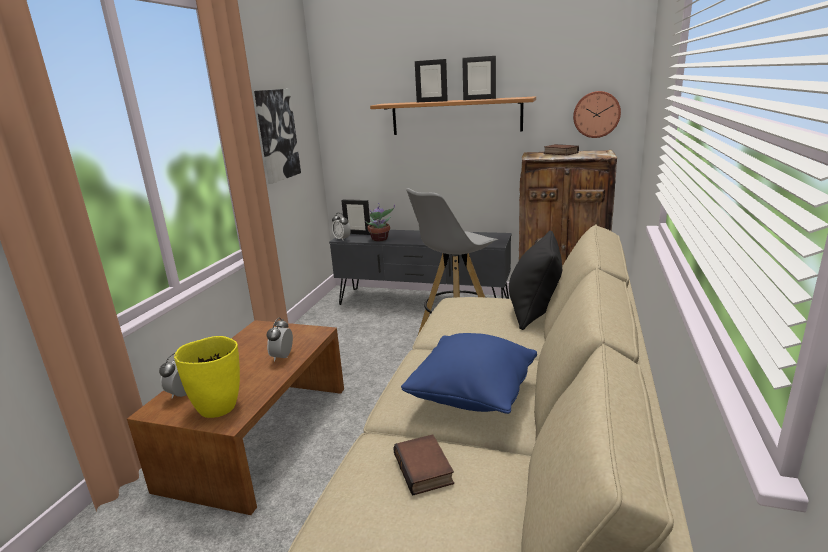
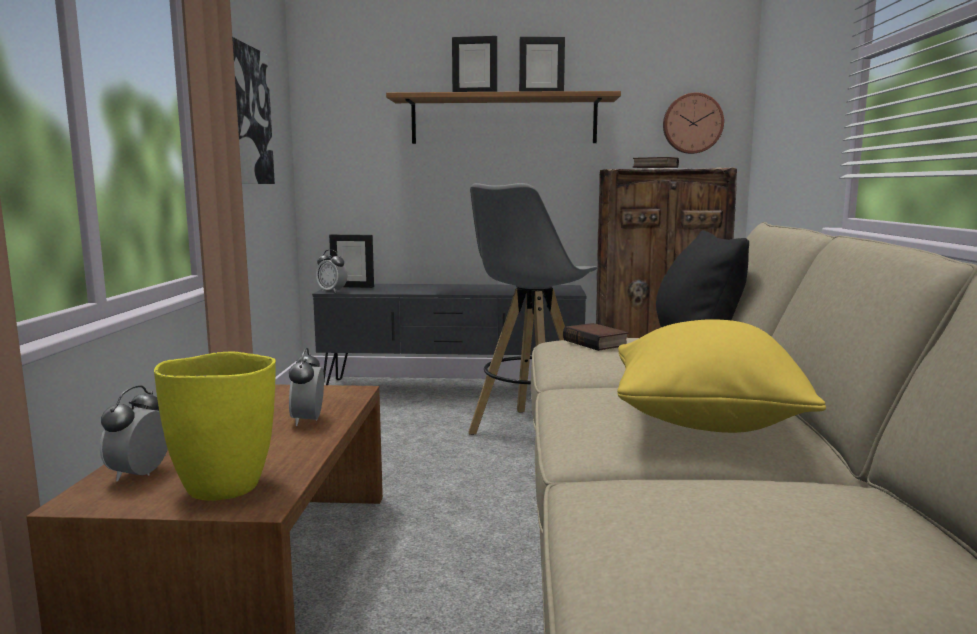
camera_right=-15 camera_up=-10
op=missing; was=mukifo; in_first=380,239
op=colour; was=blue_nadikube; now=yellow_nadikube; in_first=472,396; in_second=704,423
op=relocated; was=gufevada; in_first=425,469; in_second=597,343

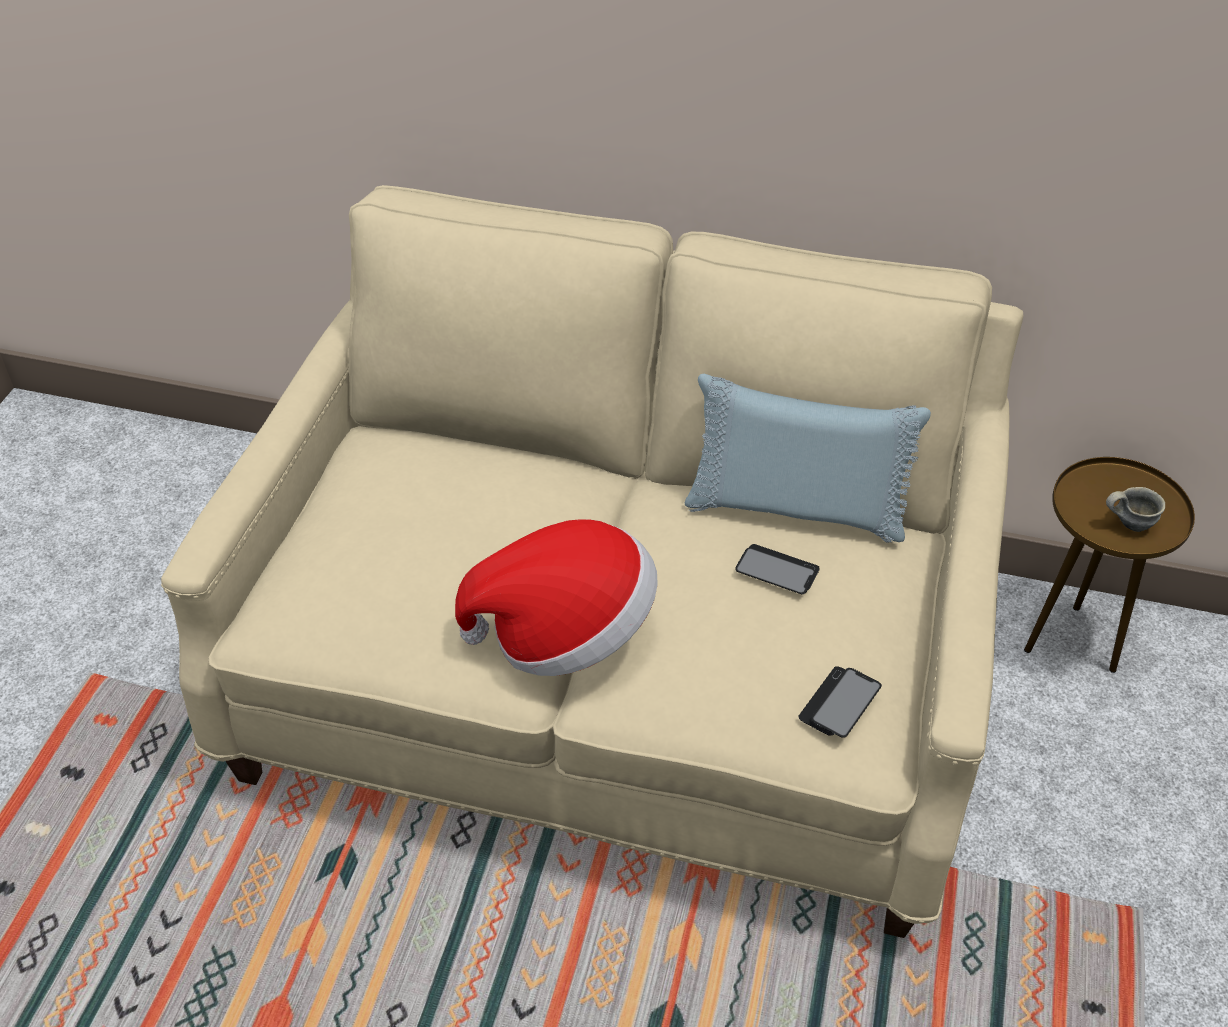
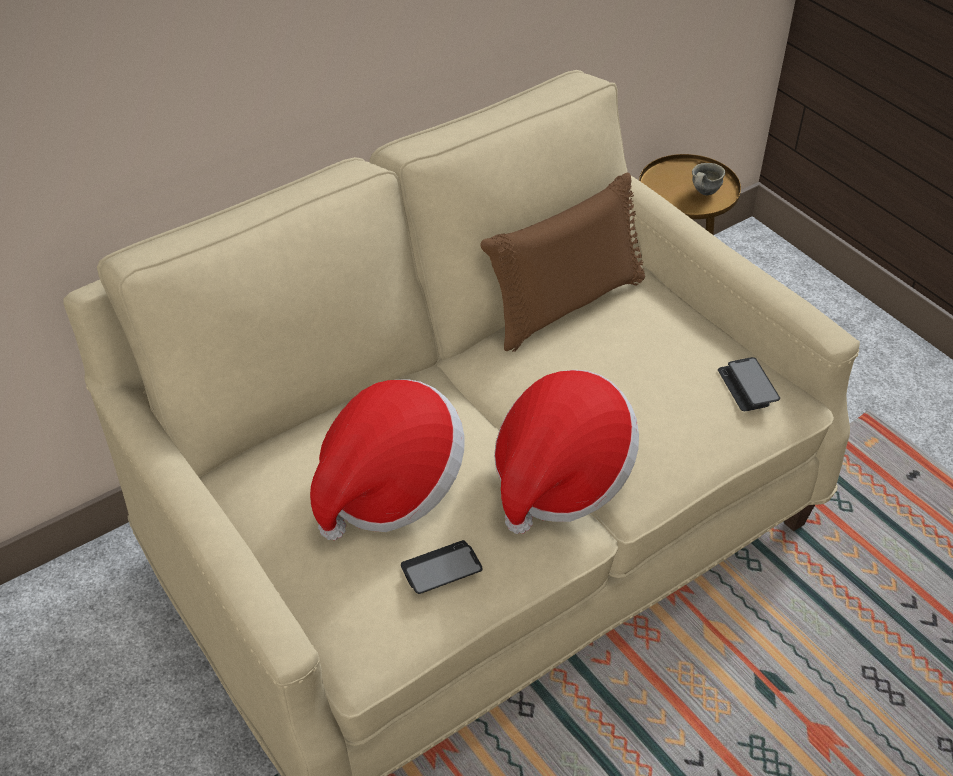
camera_right=-50 camera_up=0
op=colour; was=blue_nadikube; now=brown_nadikube; in_first=796,509; in_second=565,304
op=relocated; was=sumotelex; in_first=777,571; in_second=441,568
op=appeared; now=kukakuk; in_second=388,486

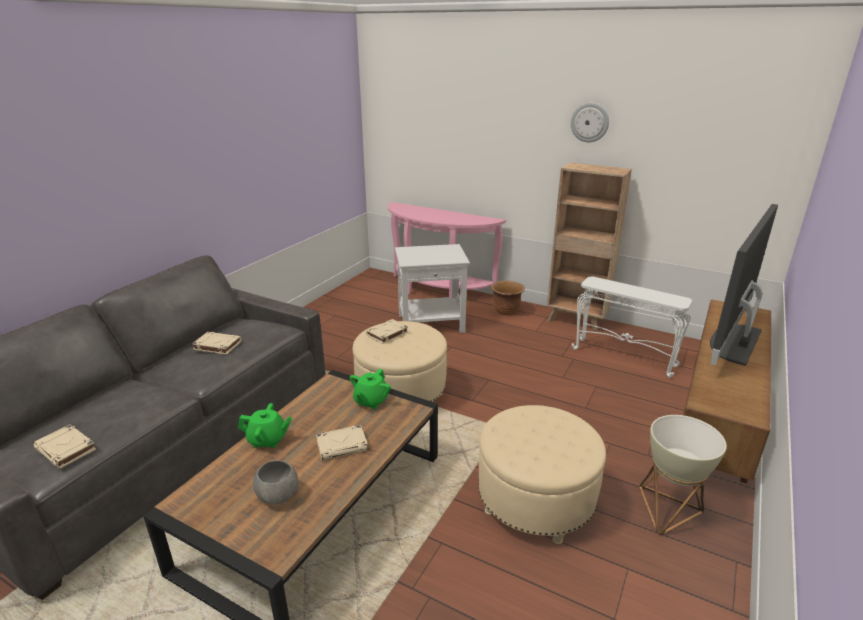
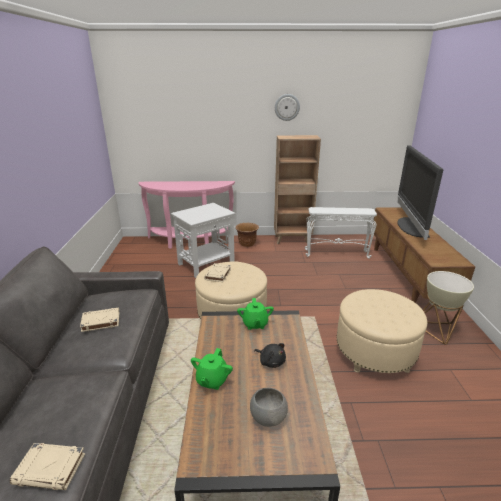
camera_right=-30 camera_up=0
op=spun; was=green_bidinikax; in_first=267,440; in_second=212,380; clockwise=135
op=exchanged; was=beige_gufevada; now=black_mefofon; in_first=342,445; in_second=271,361

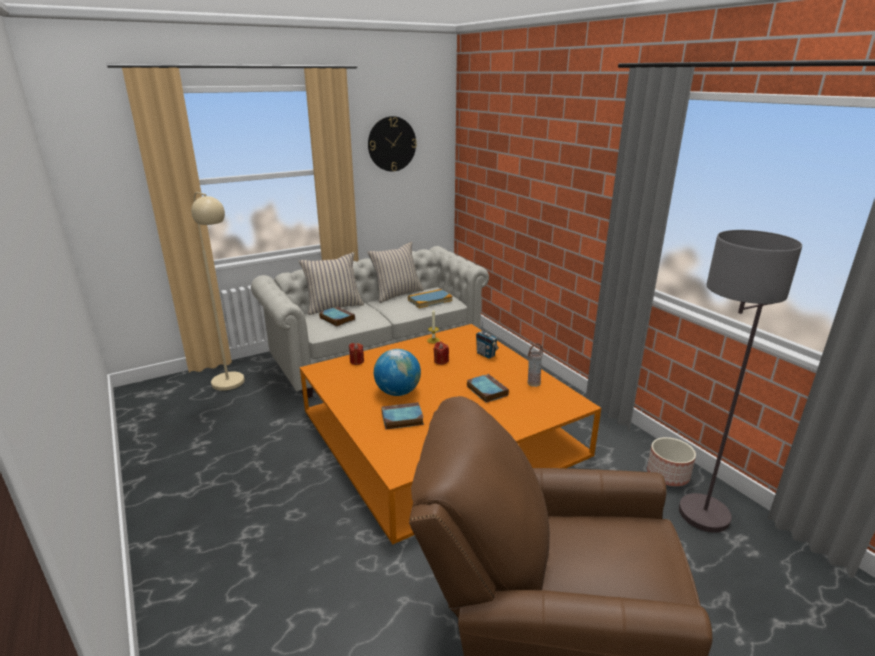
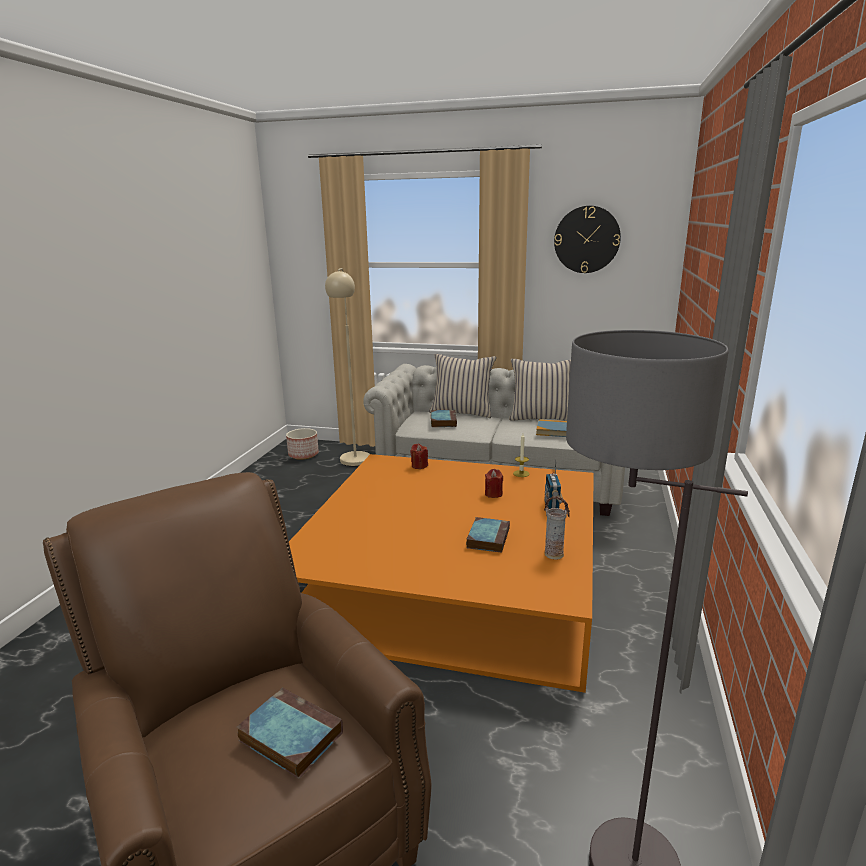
camera_right=45 camera_up=-5
op=missing; was=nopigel; in_first=398,392
op=relocated; was=gufevada; in_first=401,419; in_second=288,736
op=relocated; was=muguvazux; in_first=668,475; in_second=303,455

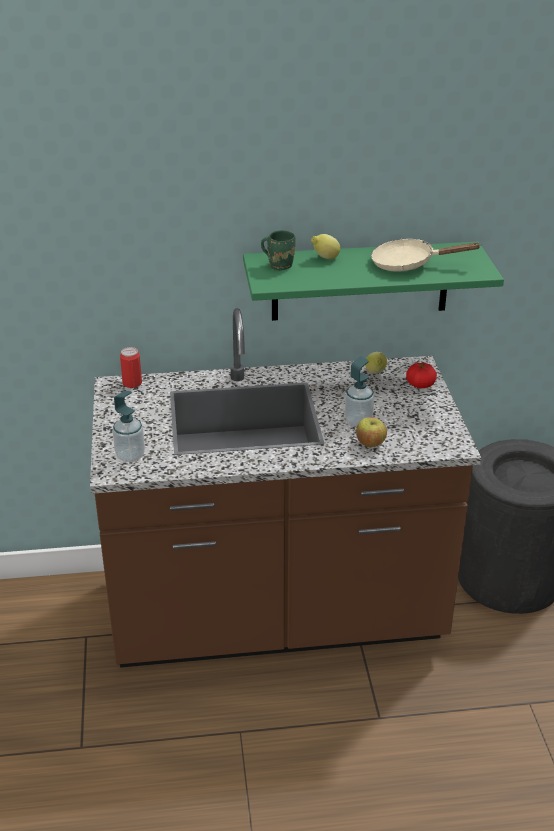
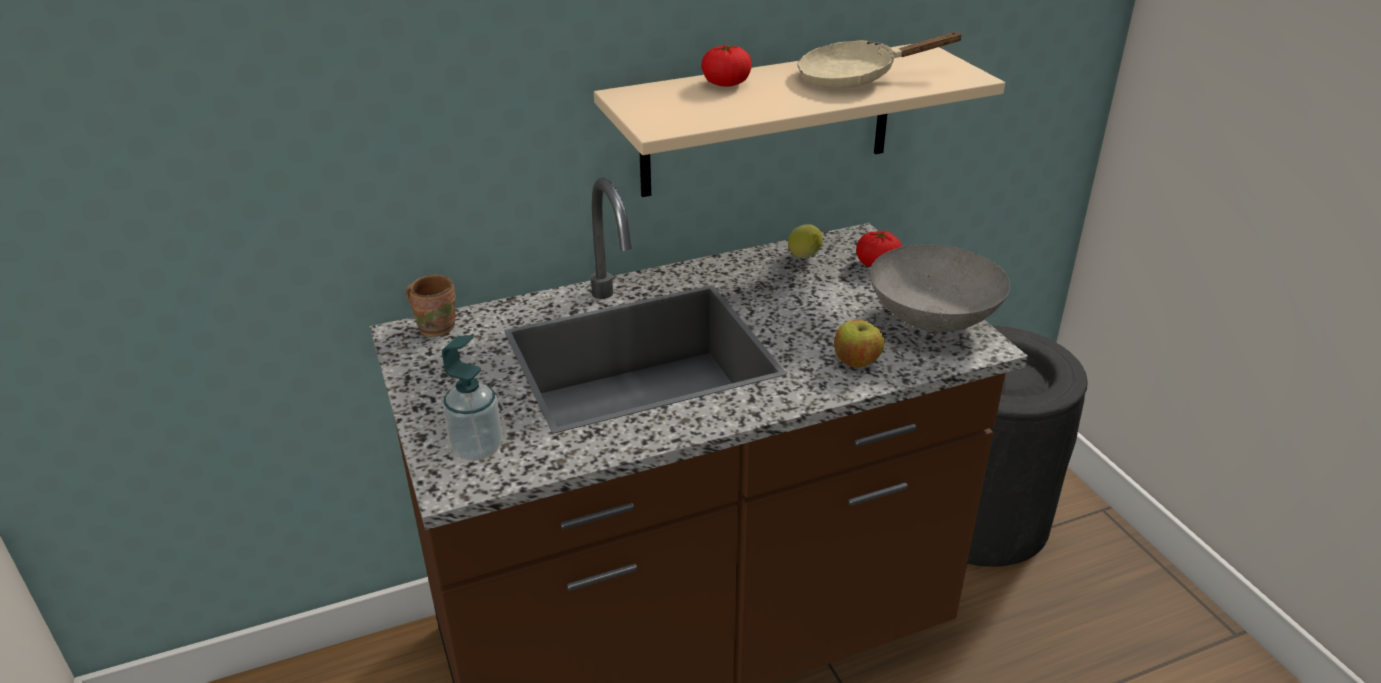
camera_right=-15 camera_up=0
op=missing; was=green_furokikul; in_first=279,265
op=exchanged; was=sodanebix; now=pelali; in_first=325,258; in_second=726,84
op=colour; was=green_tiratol; now=beige_tiratol; in_first=360,281; in_second=768,120
op=exchanged; was=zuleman; now=brown_furokikul; in_first=132,383; in_second=436,326
op=missing; was=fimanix; in_first=358,421
op=appeared; now=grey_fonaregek; in_second=930,321

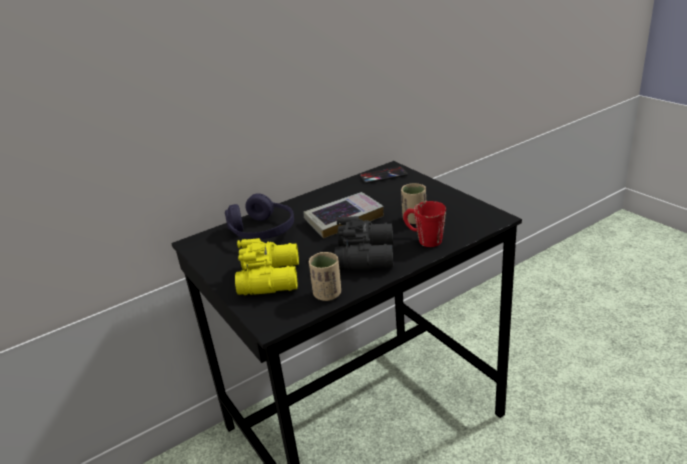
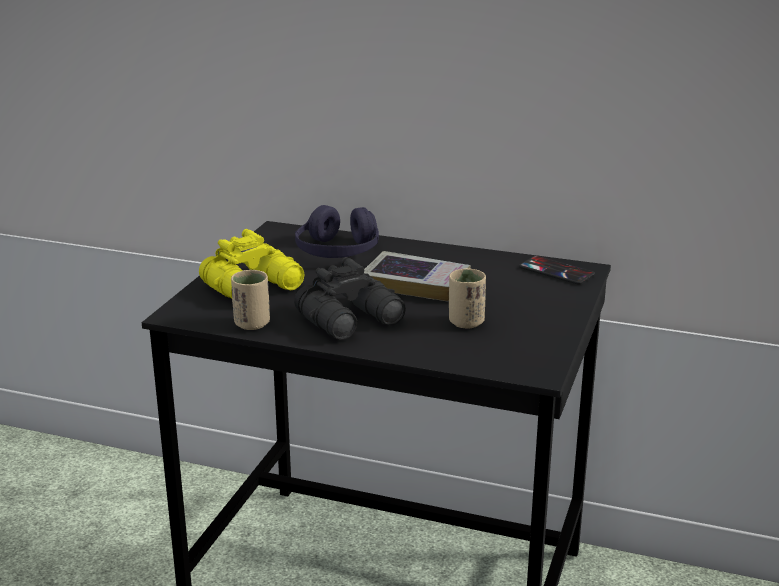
camera_right=50 camera_up=-5
op=missing; was=red_furokikul; in_first=423,239

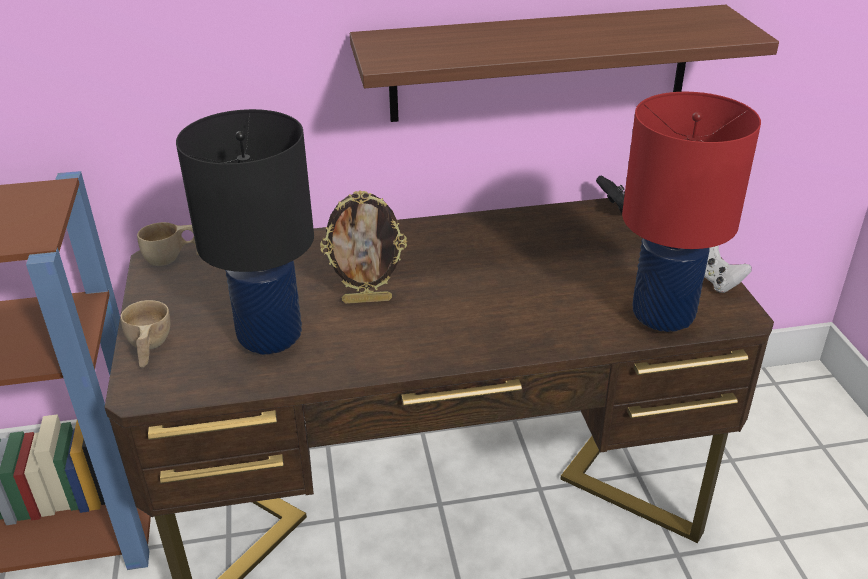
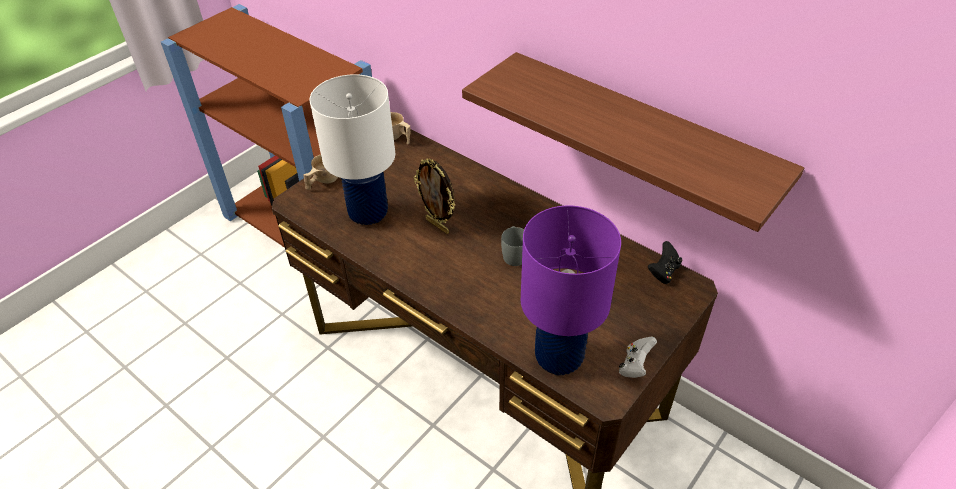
camera_right=50 camera_up=10
op=colour; was=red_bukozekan; now=purple_bukozekan; in_first=661,319; in_second=558,359
op=colour; was=black_bukozekan; now=white_bukozekan; in_first=269,340; in_second=368,215
op=appeared; now=grey_furokikul; in_second=514,254

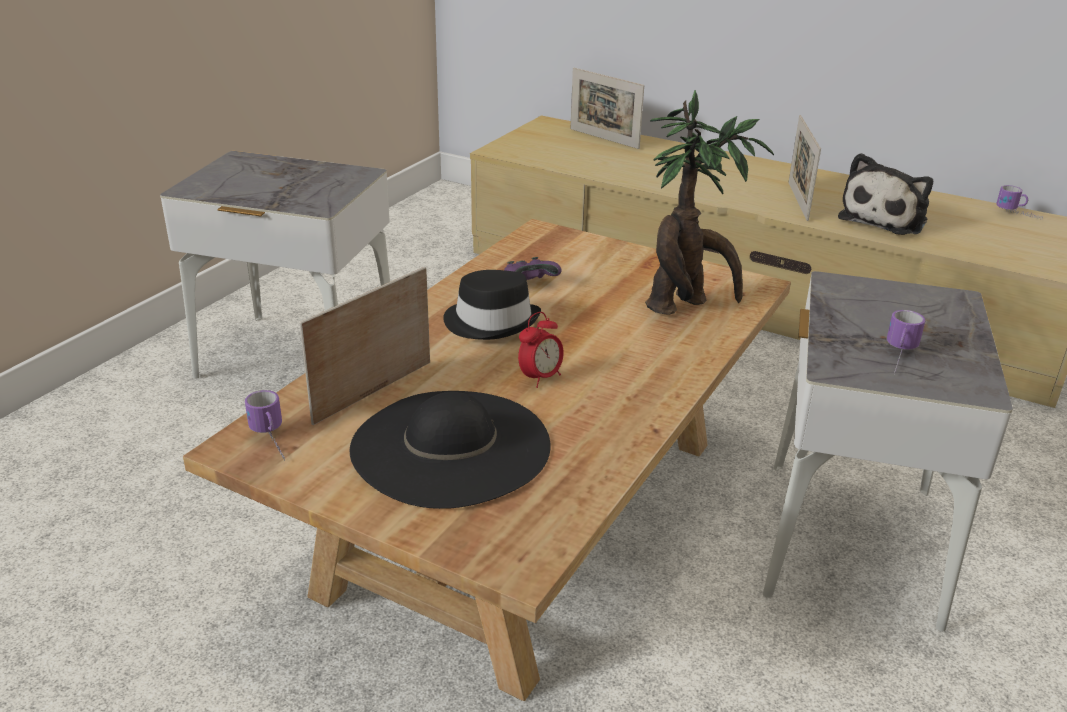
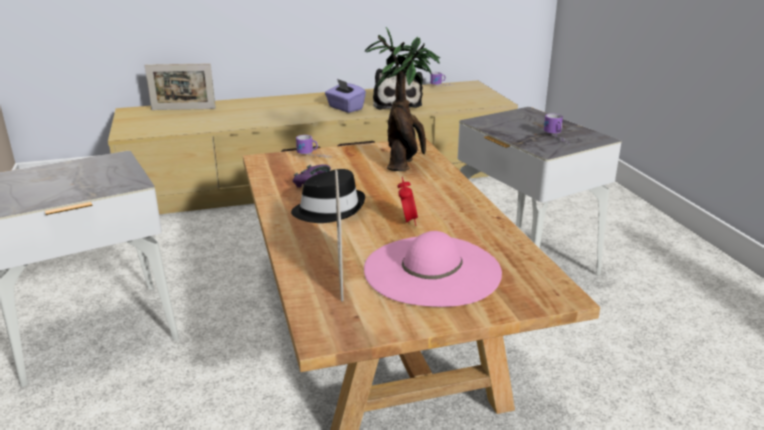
camera_right=-45 camera_up=-5
op=exchanged; was=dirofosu; now=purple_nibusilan; in_first=798,201; in_second=345,108
op=relocated; was=furokikul; in_first=272,443; in_second=314,157
op=colour; was=black_kukakuk; now=pink_kukakuk; in_first=450,446; in_second=432,270

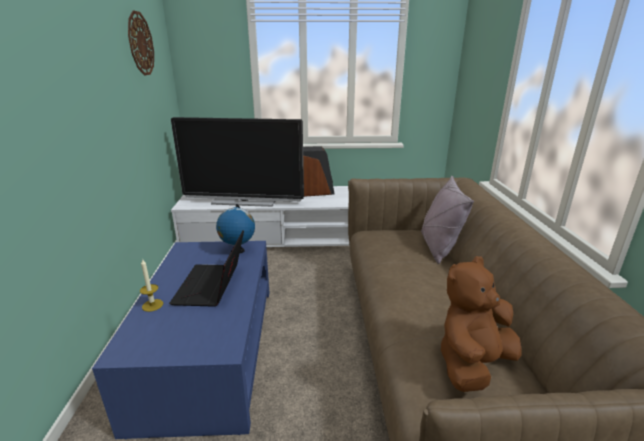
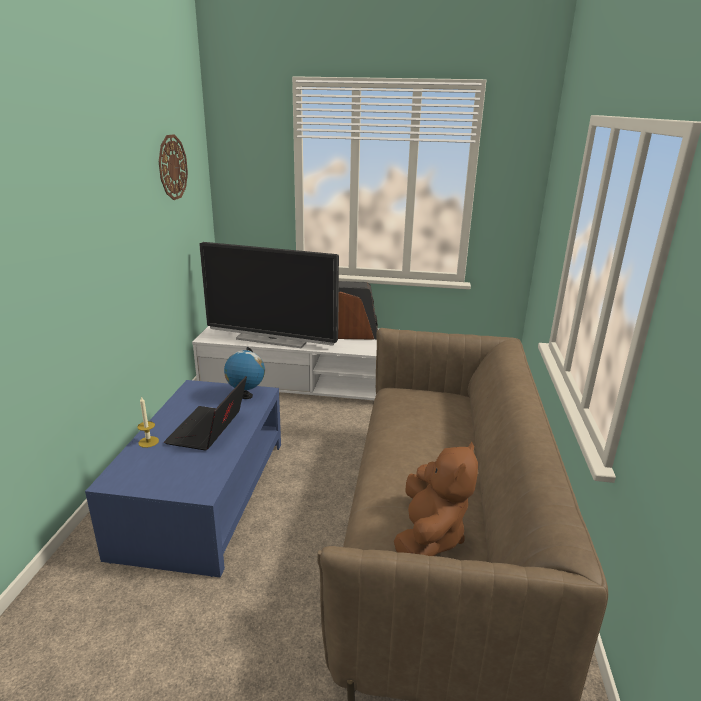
camera_right=10 camera_up=0
op=missing; was=purple_nadikube; in_first=438,247
op=spun; was=brown_mefofon; in_first=472,364; in_second=429,537; clockwise=135

